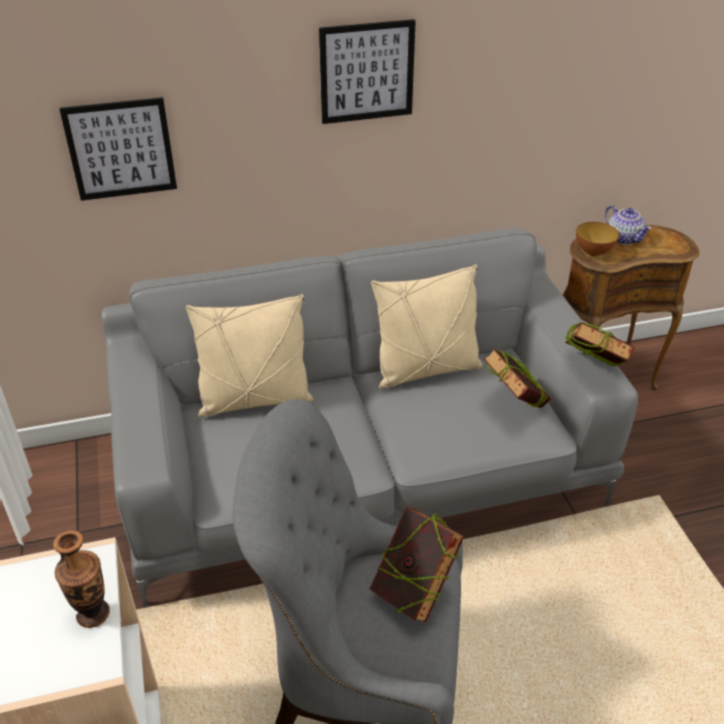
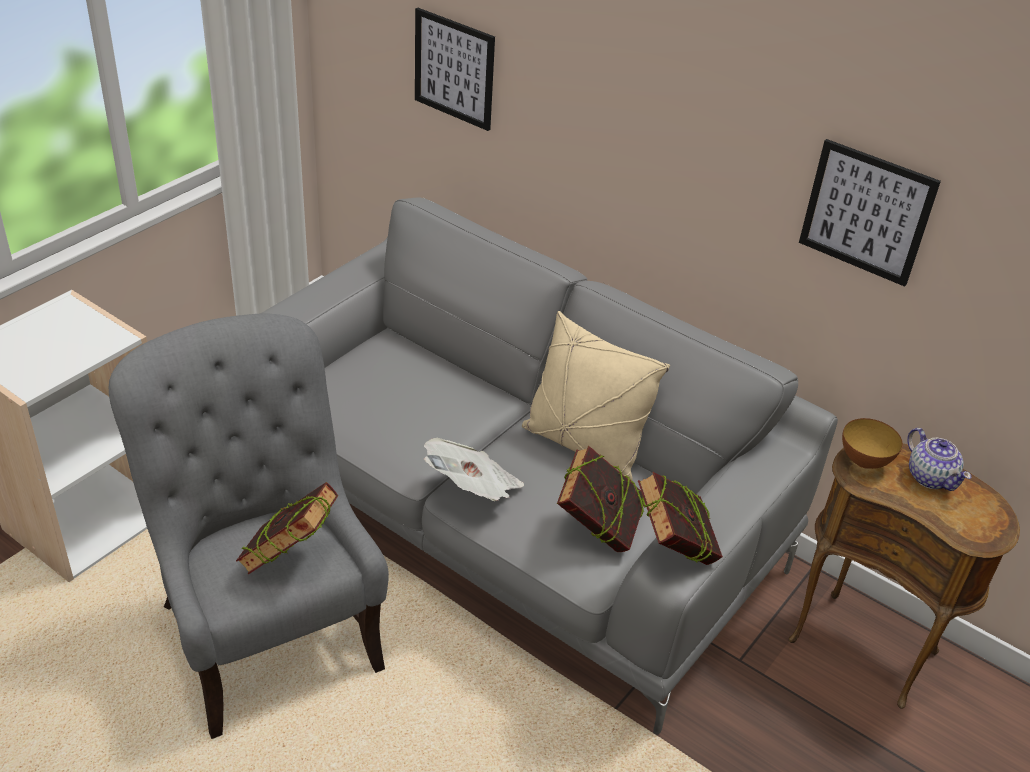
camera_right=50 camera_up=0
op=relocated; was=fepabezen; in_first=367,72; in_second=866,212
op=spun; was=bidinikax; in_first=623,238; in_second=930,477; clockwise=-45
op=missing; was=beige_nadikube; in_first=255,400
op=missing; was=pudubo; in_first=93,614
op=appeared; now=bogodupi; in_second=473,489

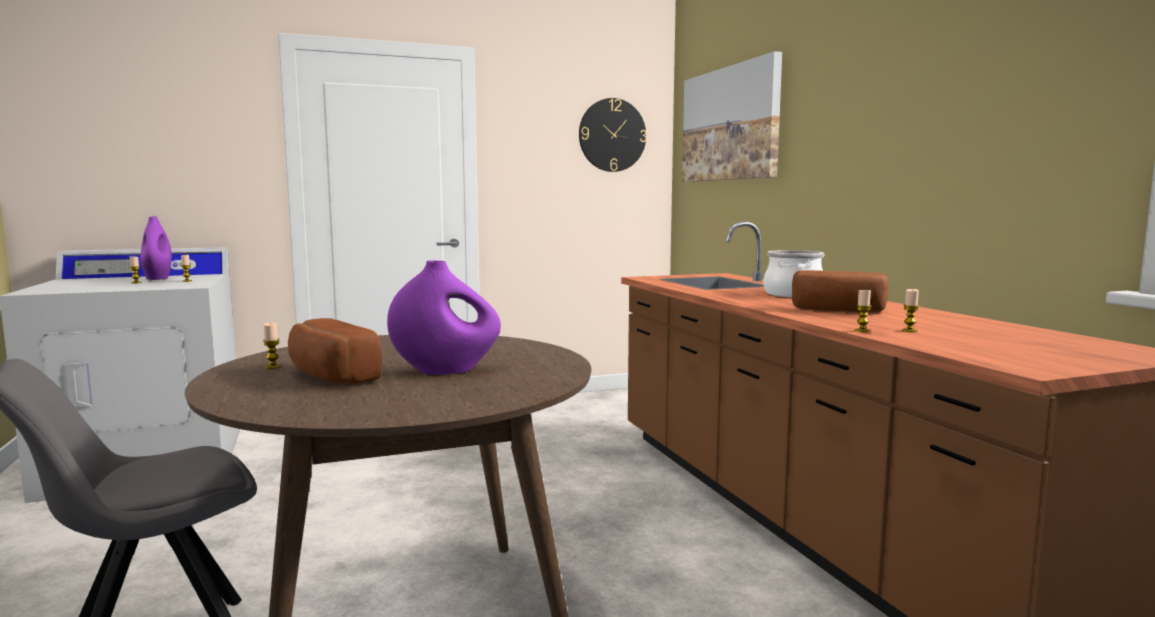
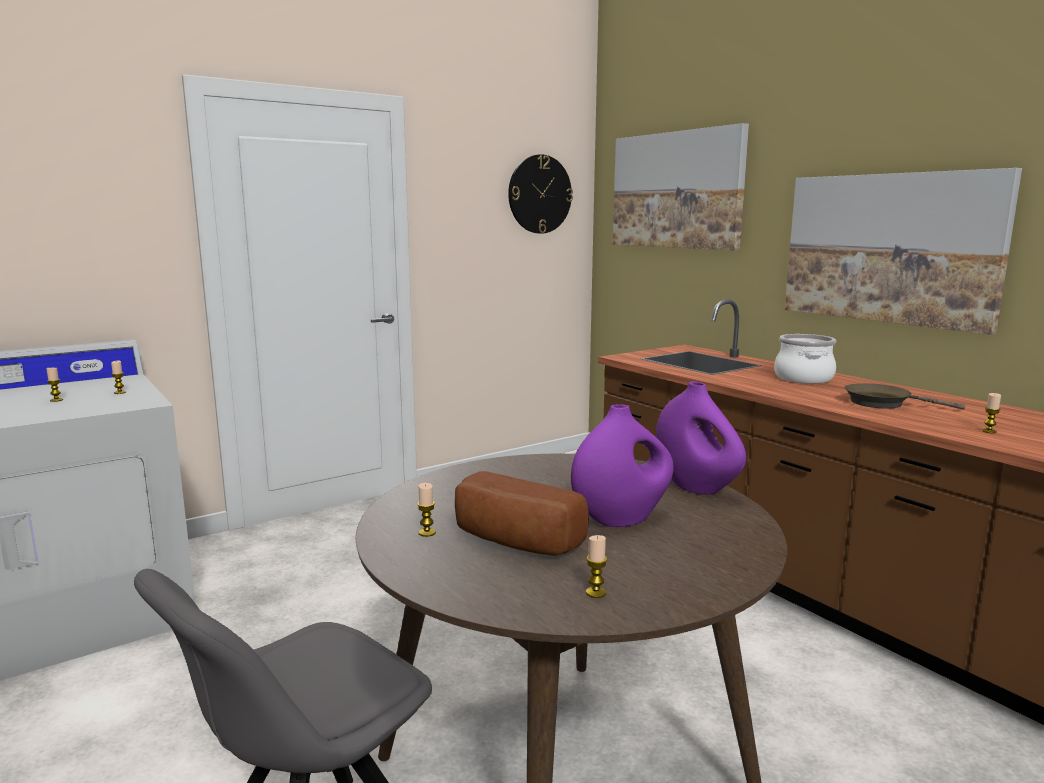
camera_right=-15 camera_up=5
op=relocated; was=purple_pudubo; in_first=158,278; in_second=696,487
op=exchanged; was=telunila; now=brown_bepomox; in_first=837,311; in_second=882,403
op=relocated; was=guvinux; in_first=862,331; in_second=595,593
op=appeared; now=fepabezen; in_second=890,248

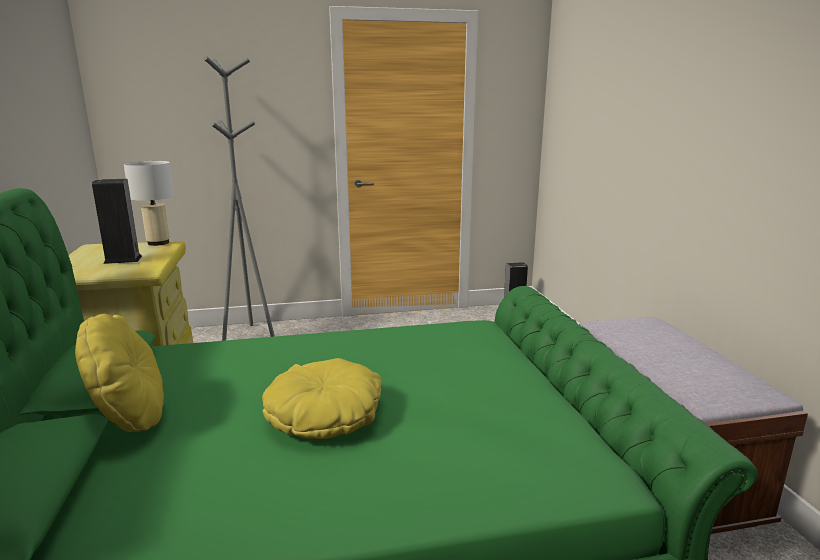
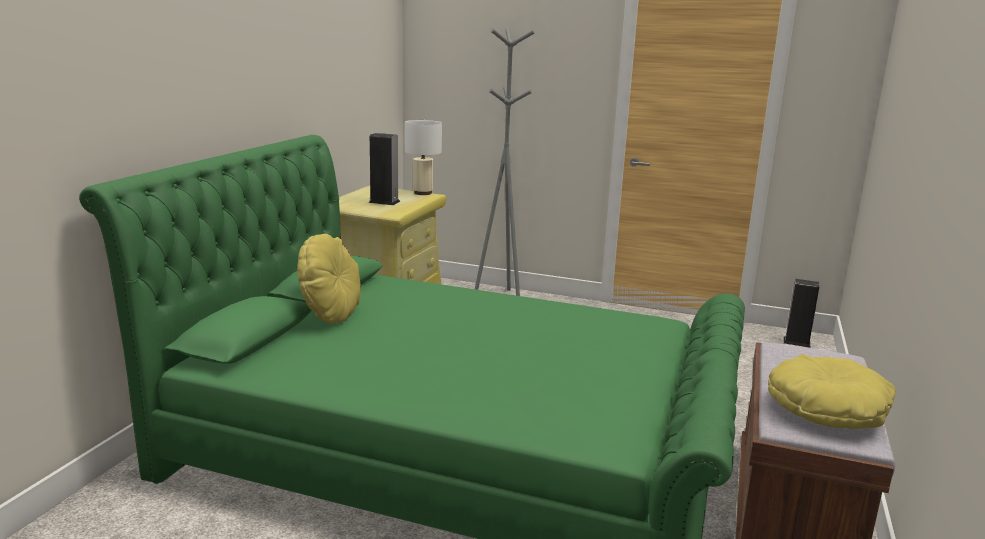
camera_right=30 camera_up=0
op=relocated; was=yellow_nadikube; in_first=323,414; in_second=825,408

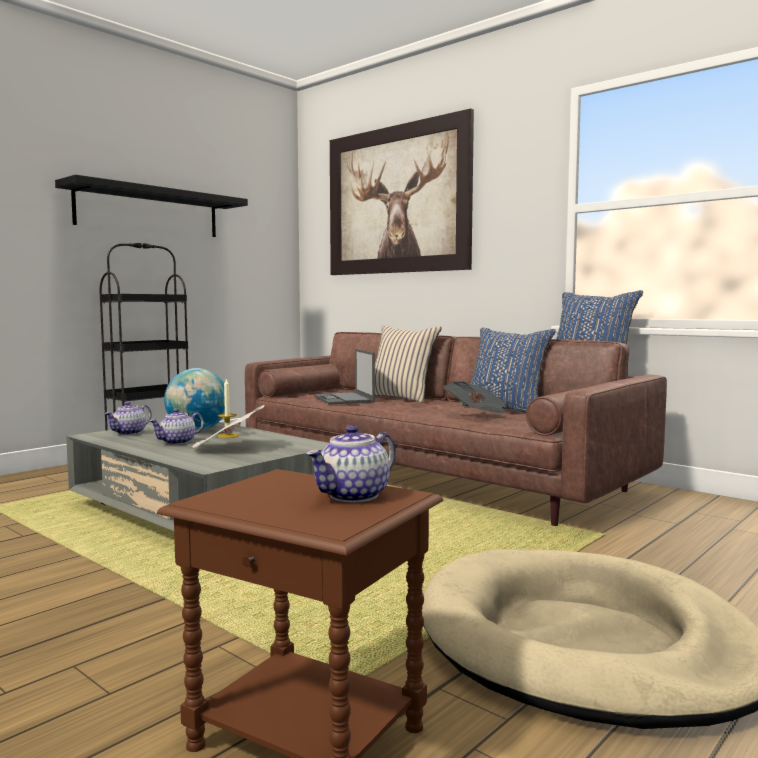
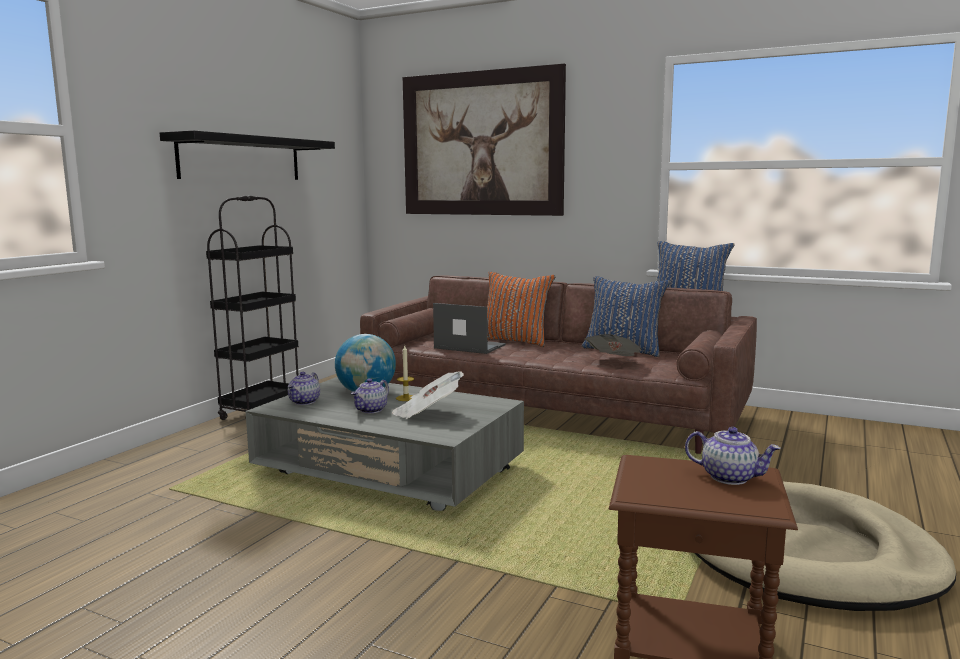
camera_right=-15 camera_up=5
op=colour; was=beige_nadikube; now=orange_nadikube; in_first=401,398; in_second=515,341
op=spun; was=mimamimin; in_first=344,399; in_second=469,346; clockwise=150
op=spun; was=bidinikax; in_first=353,496; in_second=730,477; clockwise=-90

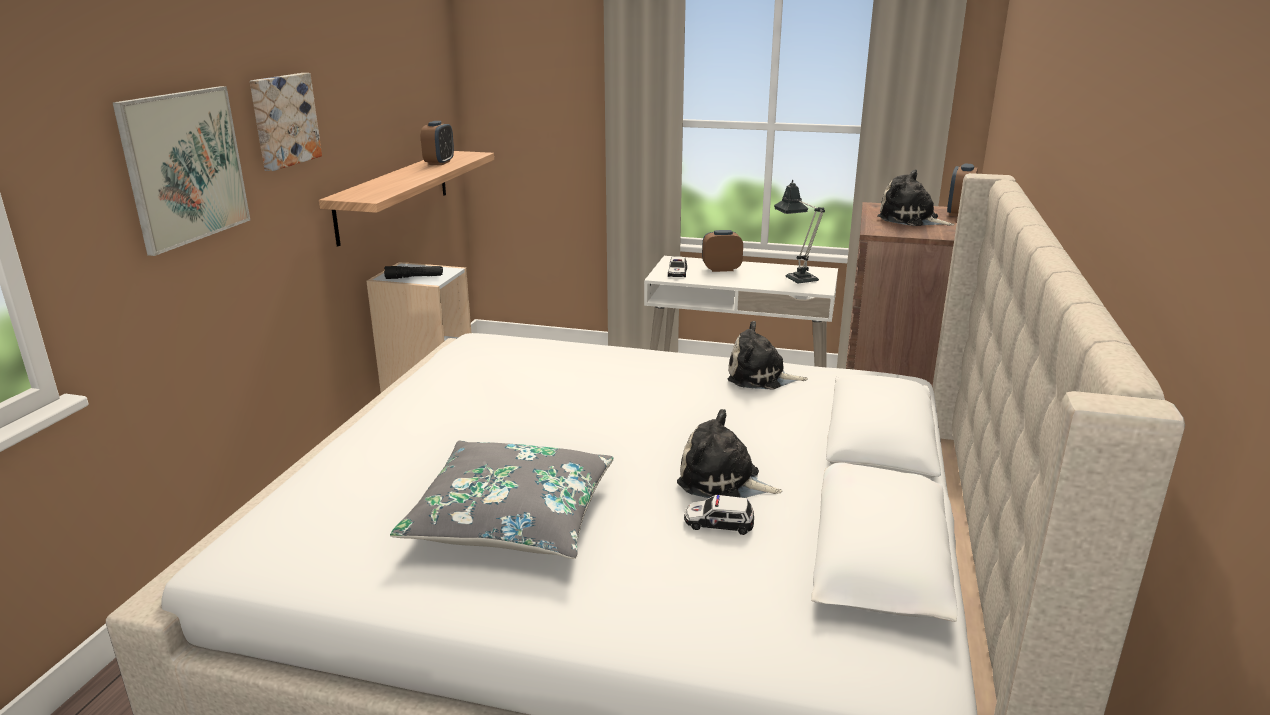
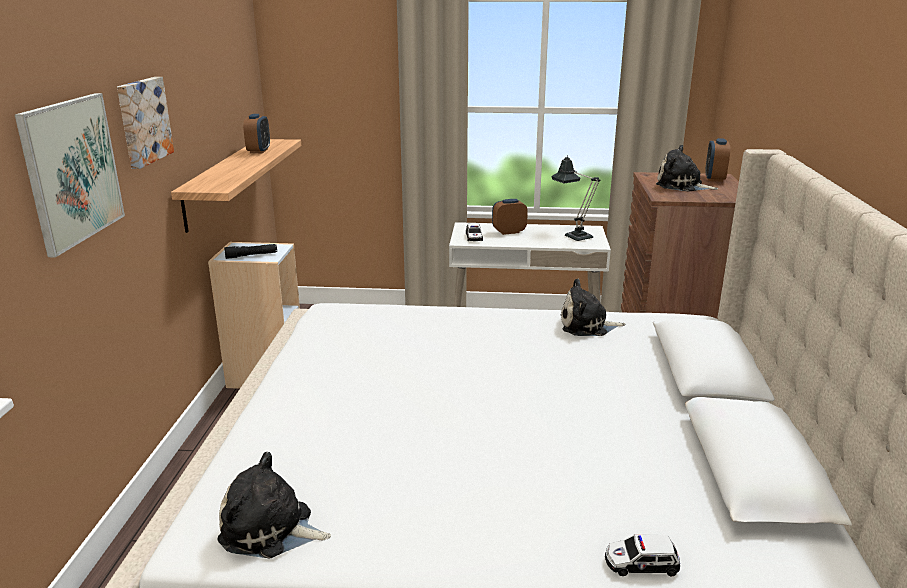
camera_right=-10 camera_up=0
op=relocated; was=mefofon; in_first=723,482; in_second=271,530
op=missing; was=grey_nadikube; in_first=512,517
op=relocated; was=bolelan; in_first=718,522; in_second=641,563

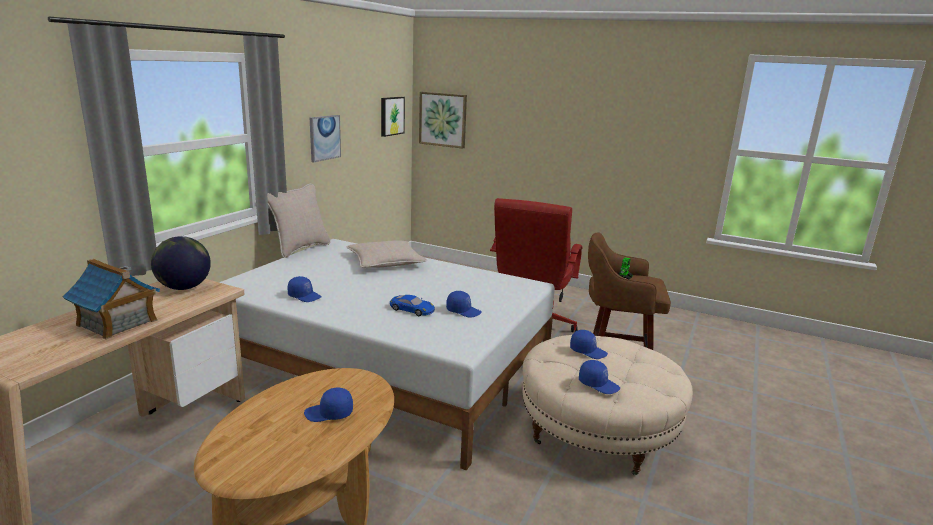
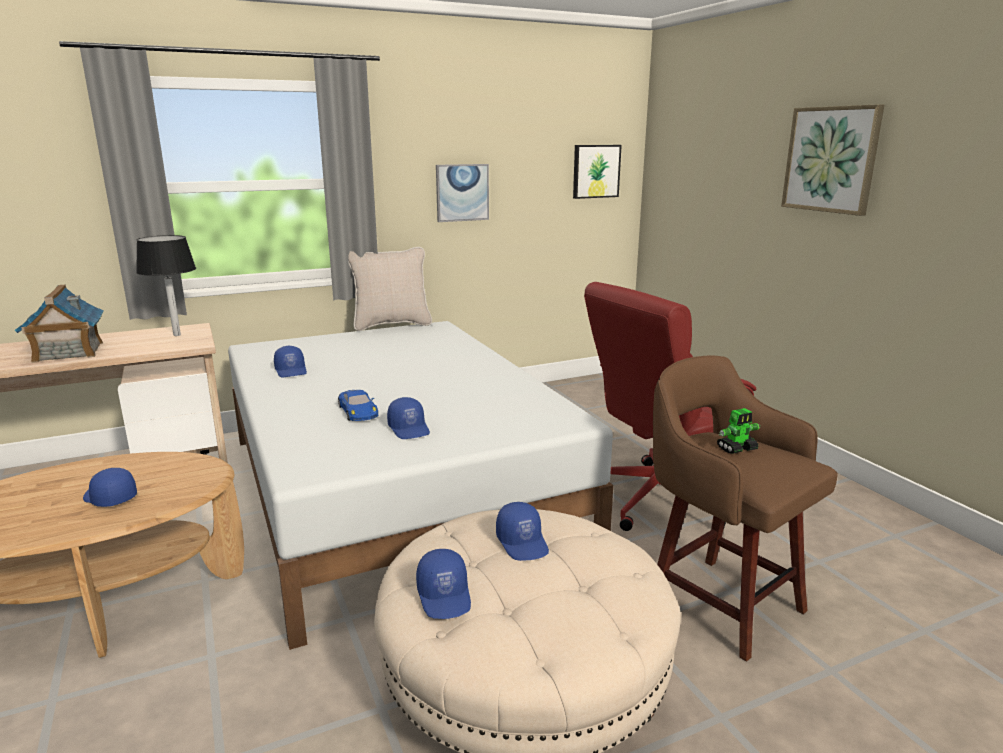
camera_right=40 camera_up=0
op=relocated; was=fepabezen; in_first=443,119; in_second=831,159
op=exchanged; was=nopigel; now=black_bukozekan; in_first=184,287; in_second=177,335
op=missing; was=beige_nadikube; in_first=385,261

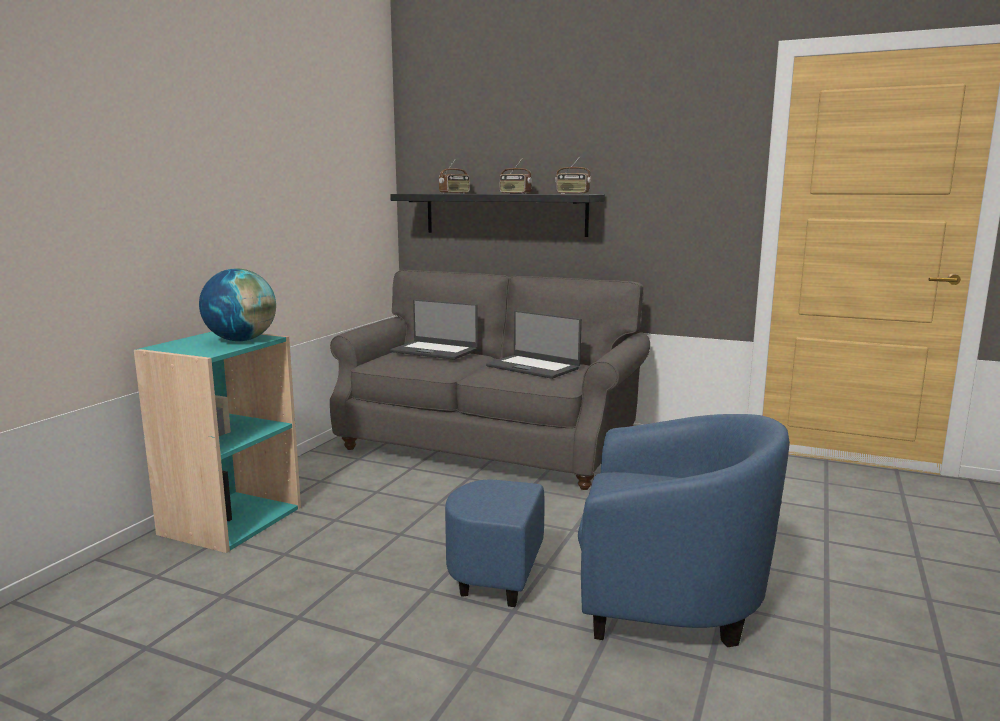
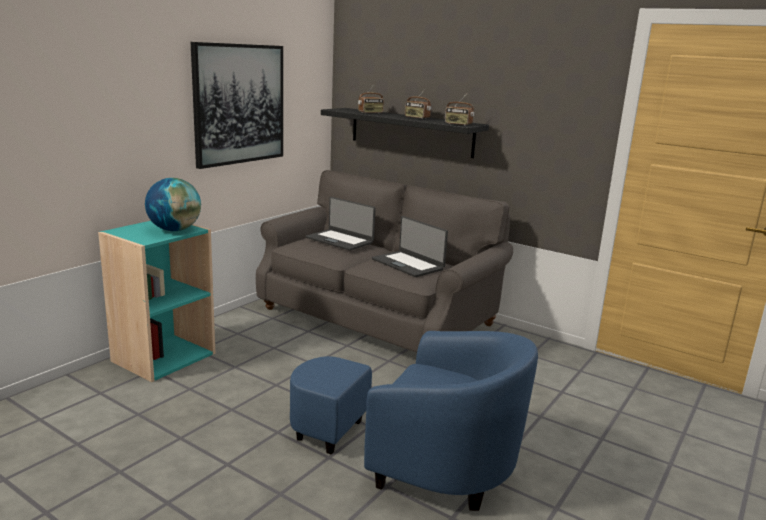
camera_right=10 camera_up=5
op=appeared; now=fepabezen; in_second=239,104

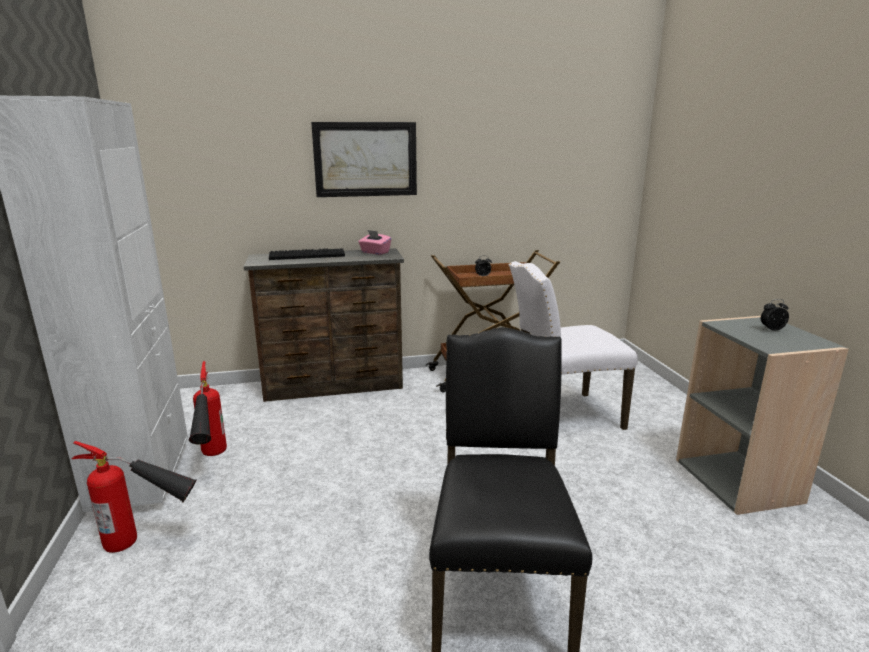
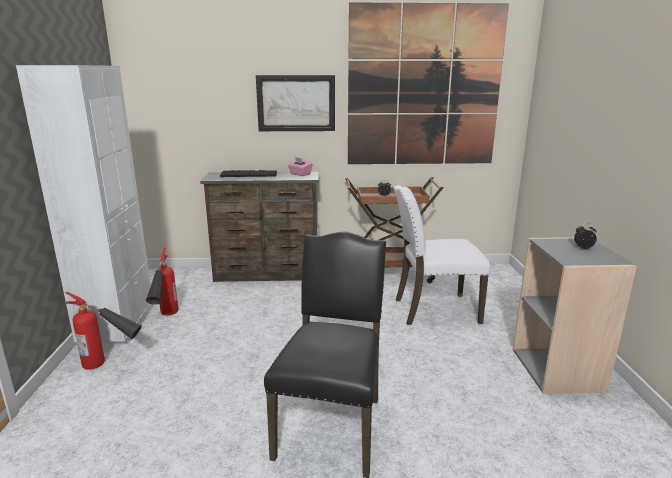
camera_right=10 camera_up=0
op=appeared; now=fepabezen; in_second=424,87

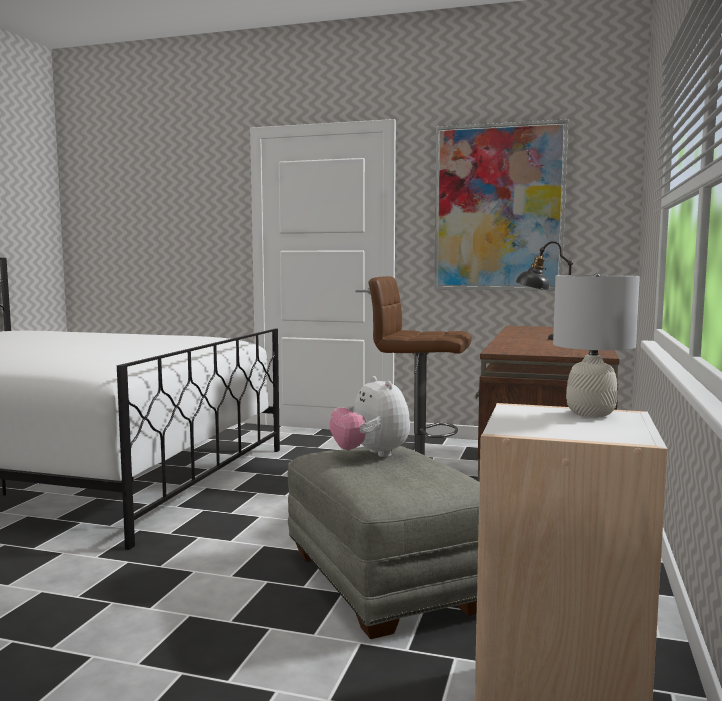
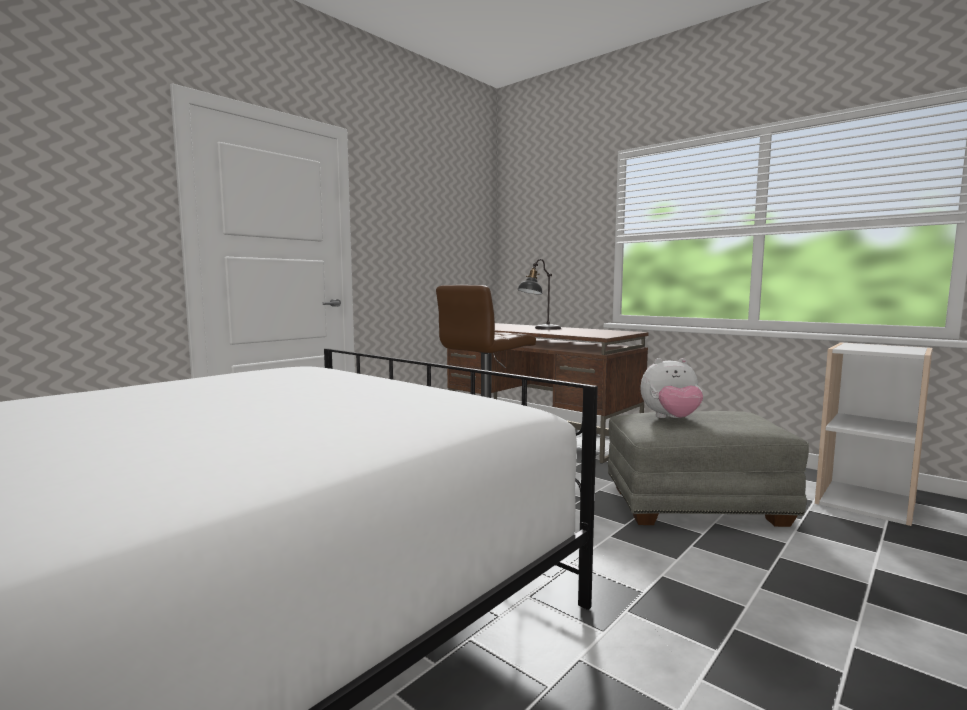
camera_right=-65 camera_up=0
op=missing; was=fepabezen; in_first=498,208
op=missing; was=grey_bukozekan; in_first=592,414

